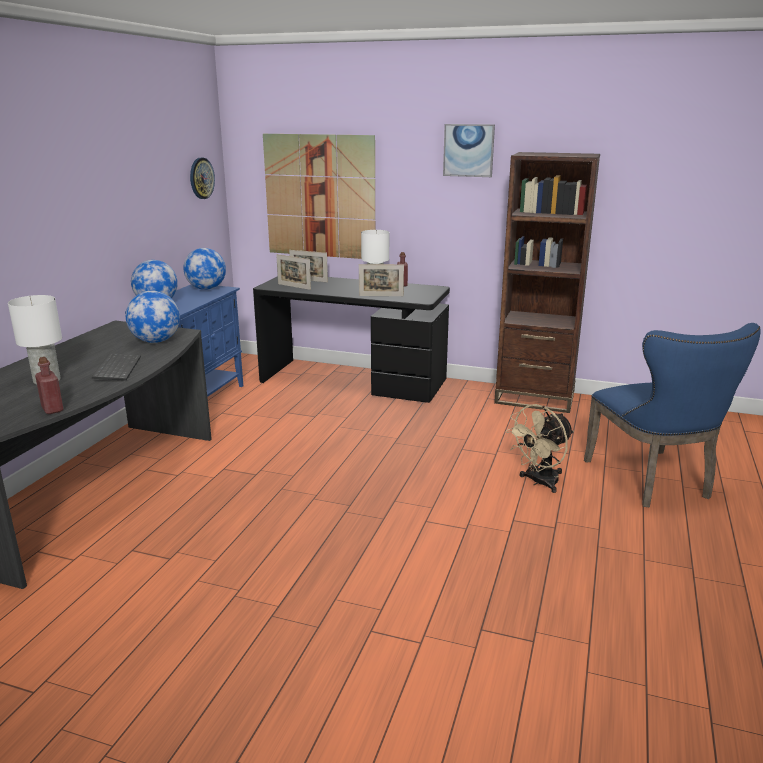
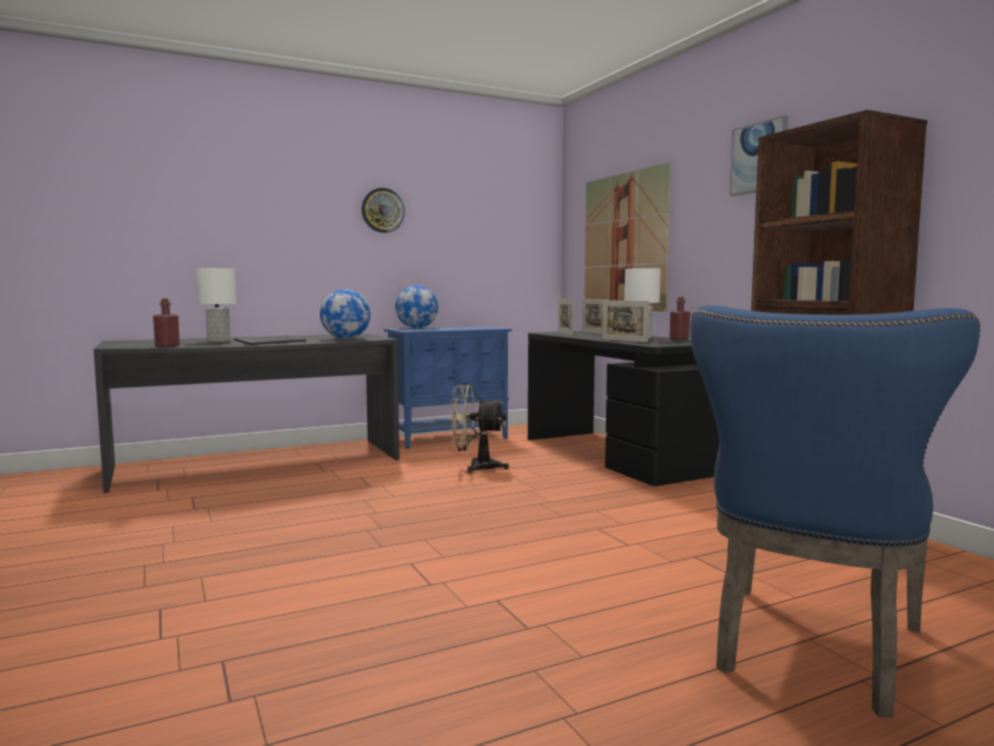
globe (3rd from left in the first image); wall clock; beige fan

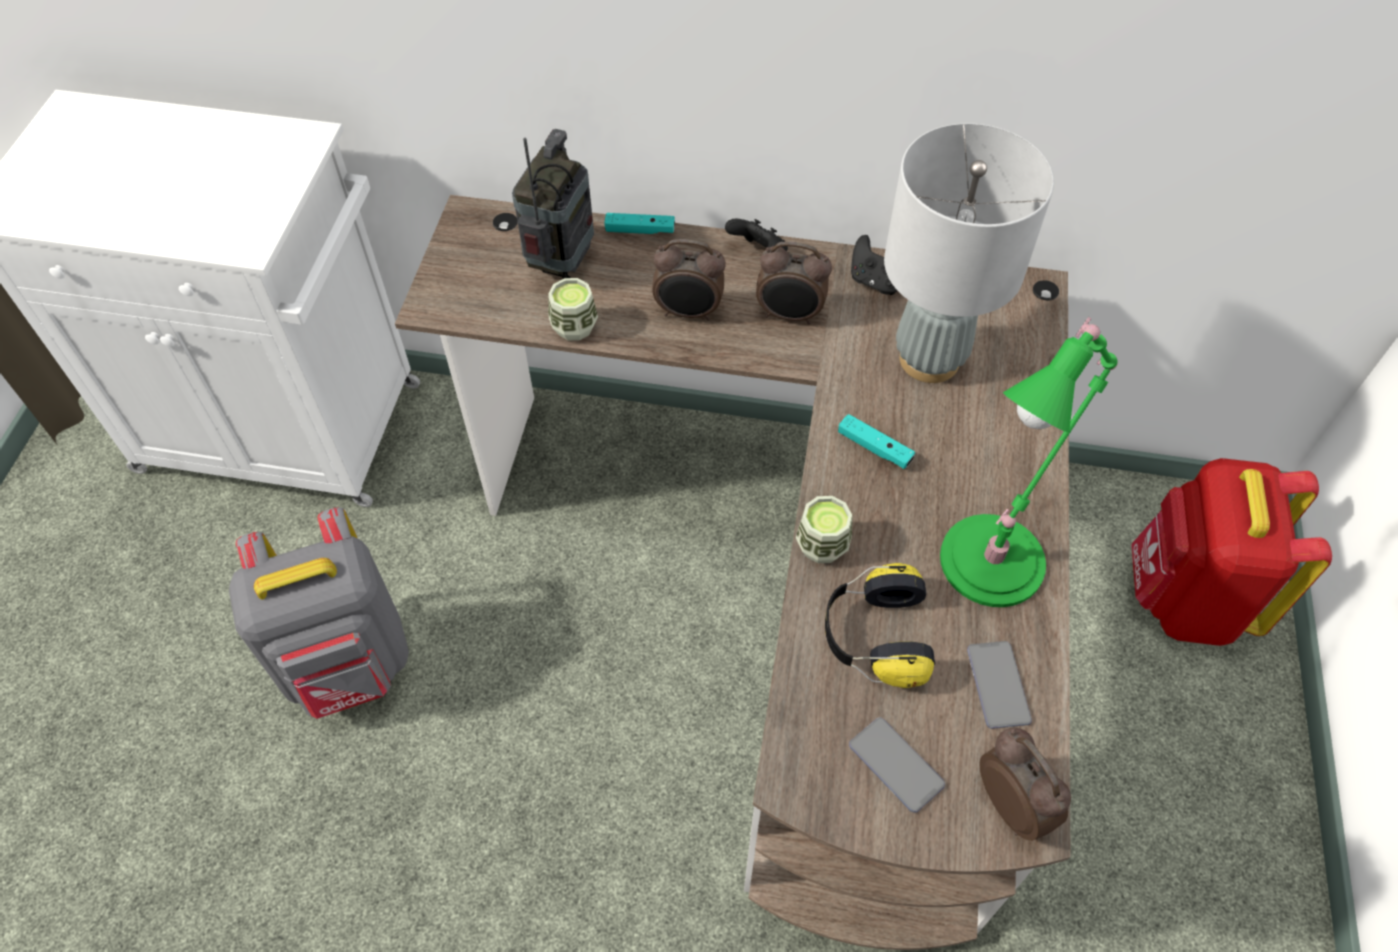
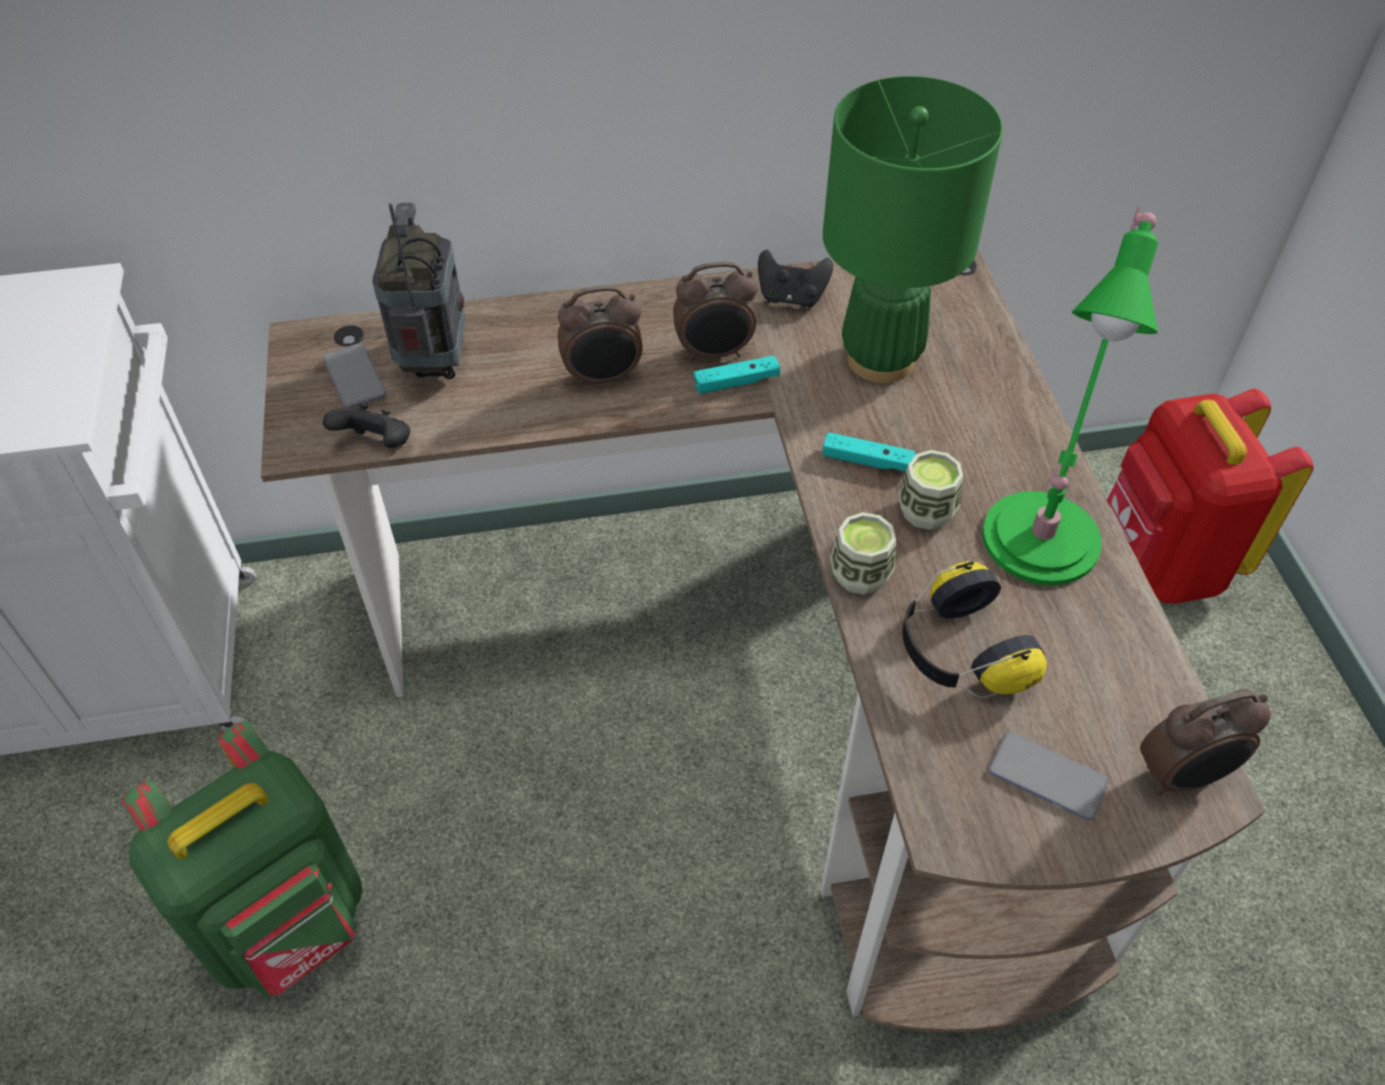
cup (2nd from left); turquoise game controller (1st from left); black game controller (1st from left); phone (1st from left); green backpack; green table lamp (1st from left); alarm clock (3rd from left)

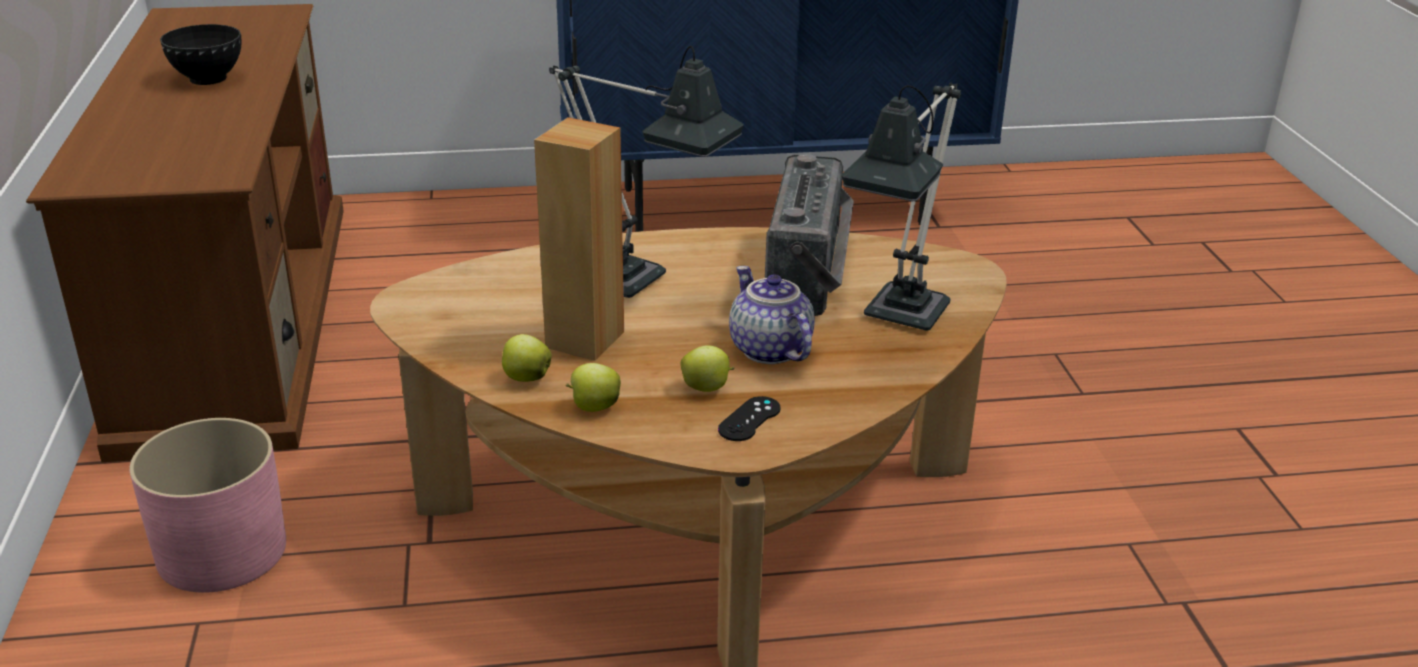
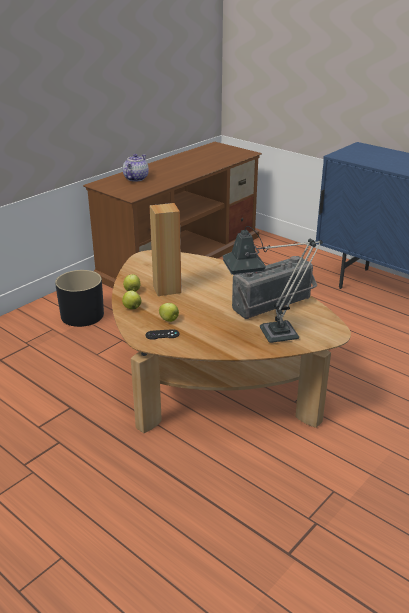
black bowl; table lamp (1st from left in the first image); teapot; black planter

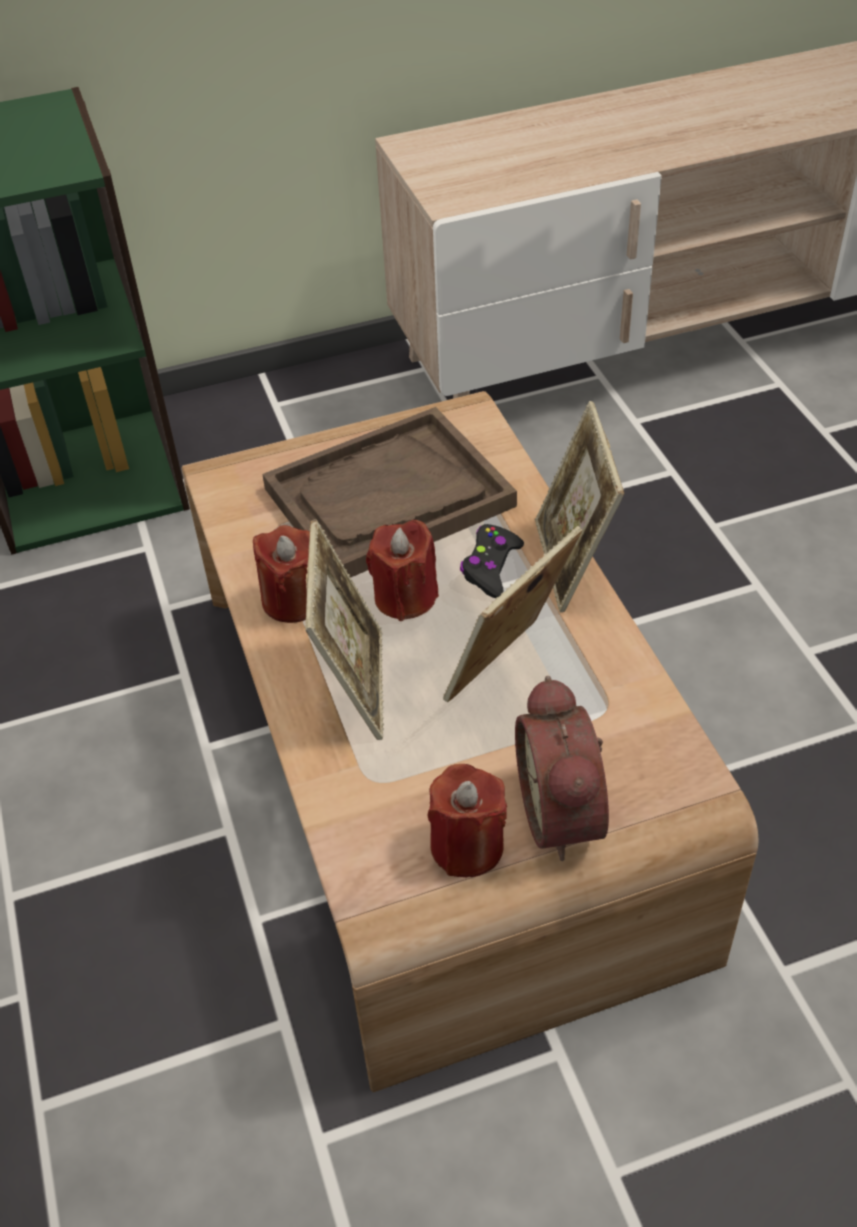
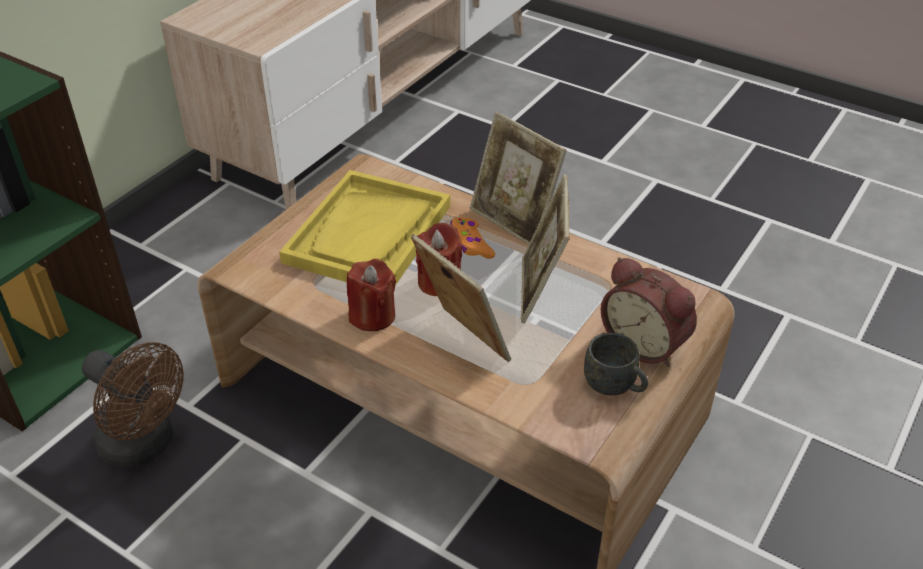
brown fan; grey mug; yellow tray; orange game controller

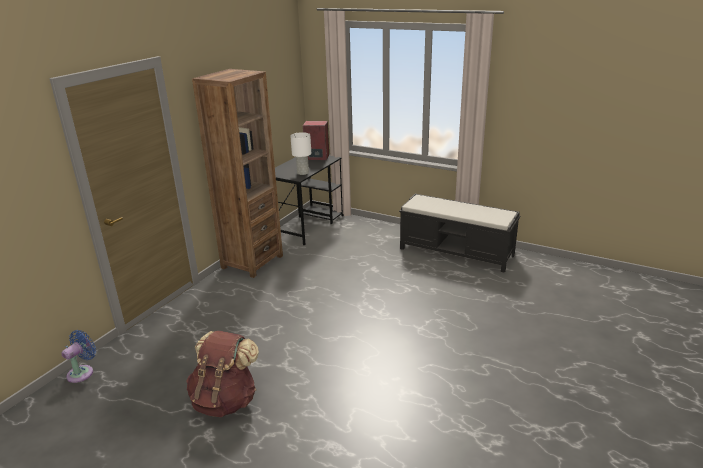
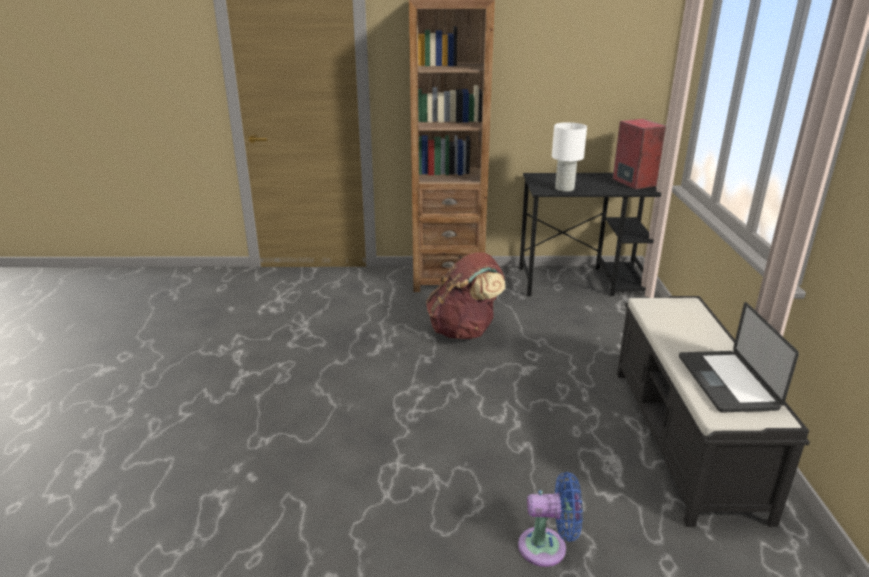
laptop; blue fan; brown backpack

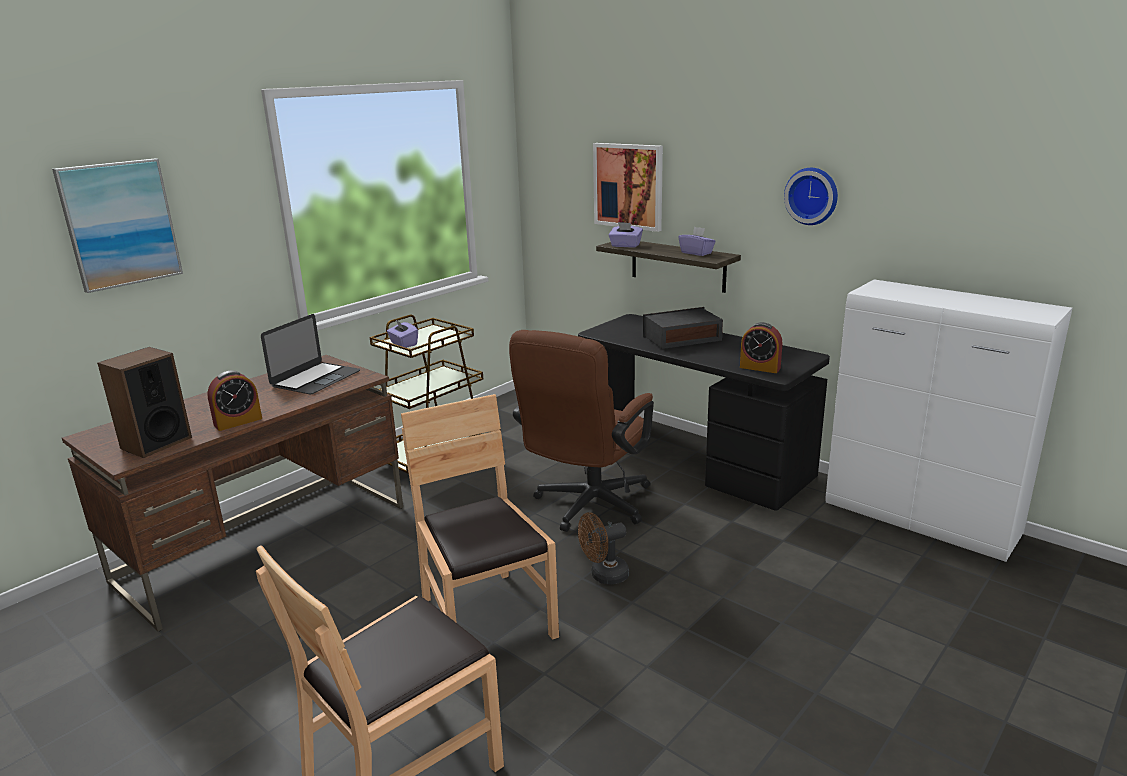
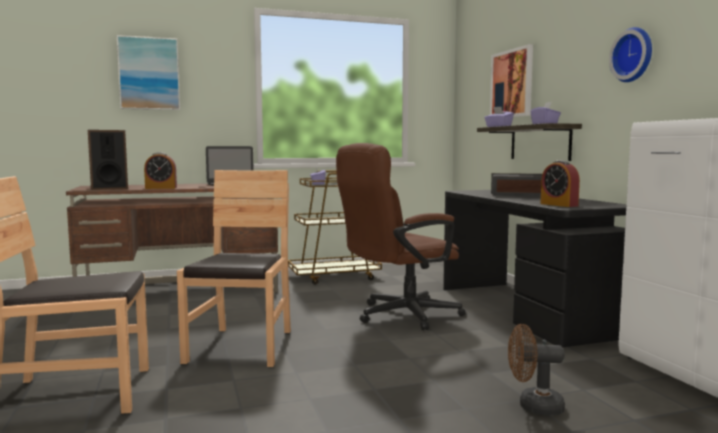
brown fan

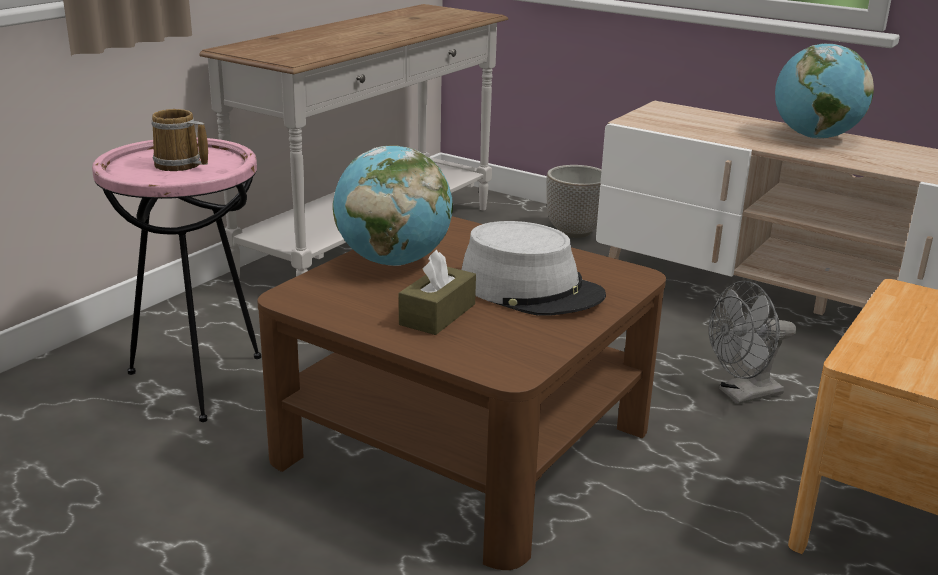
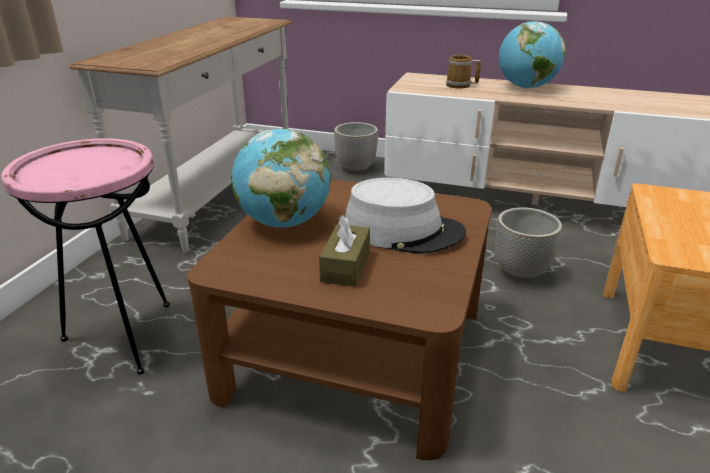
mug; planter (2nd from left)

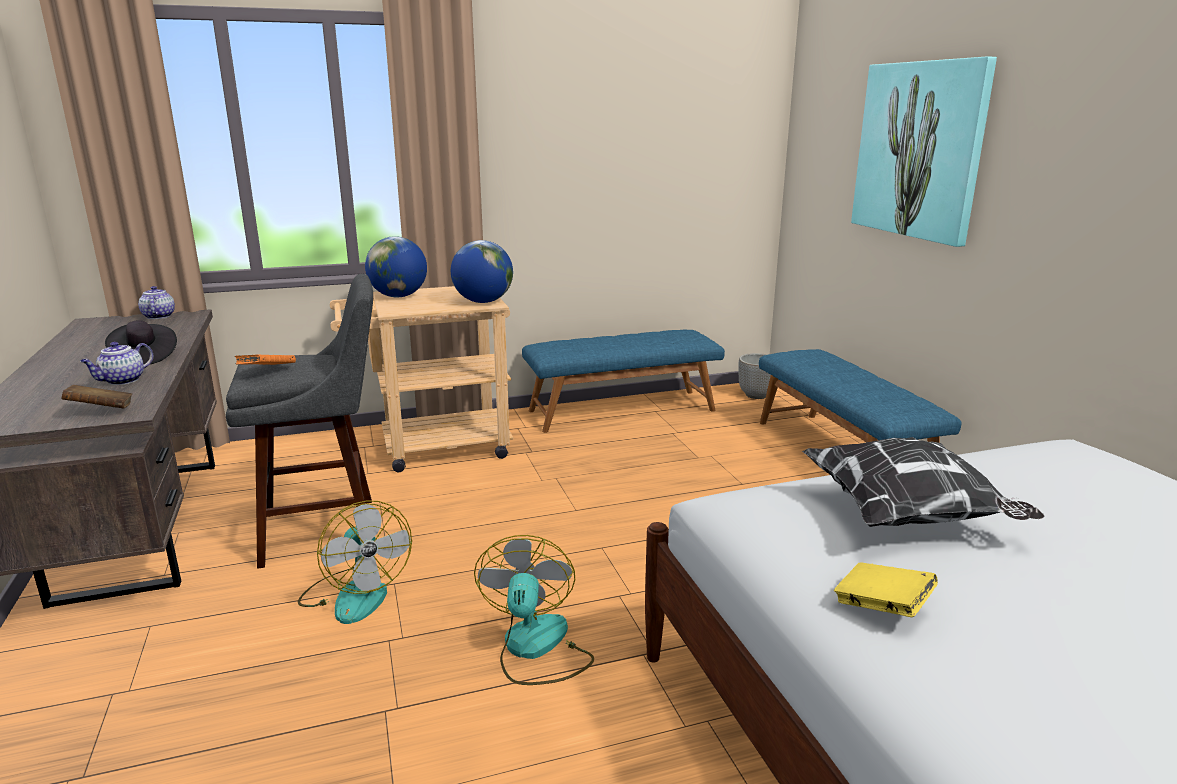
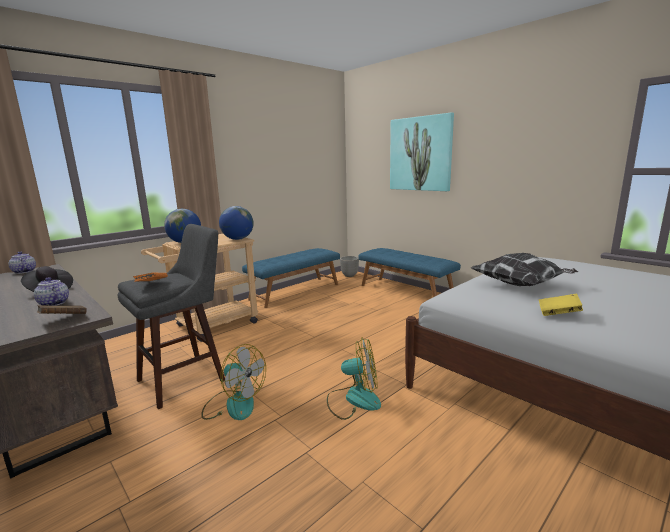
teapot (2nd from left); fan (2nd from left)

